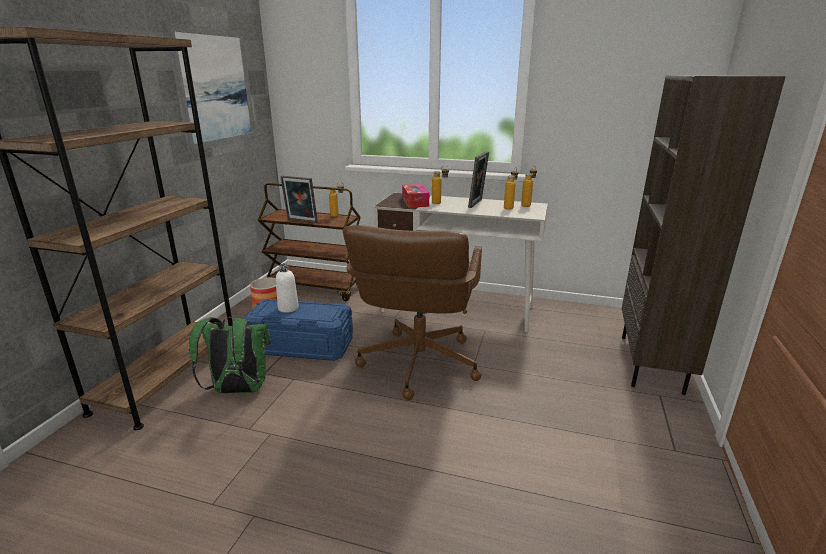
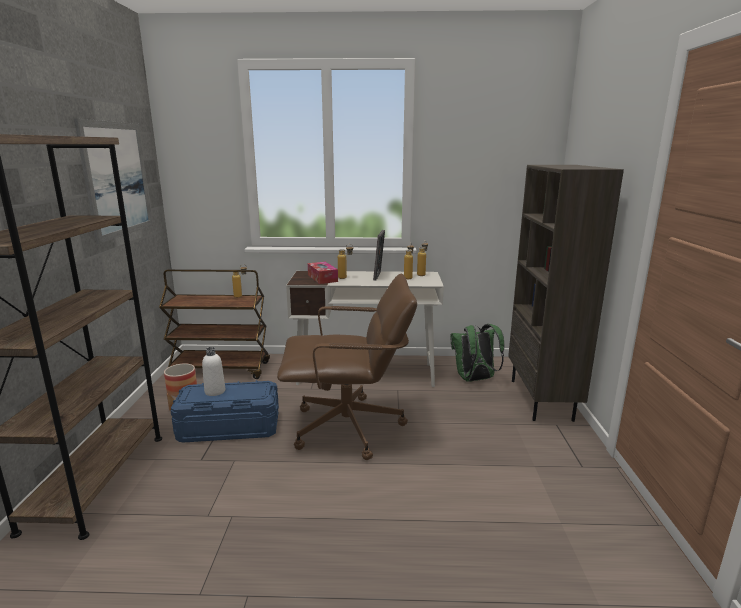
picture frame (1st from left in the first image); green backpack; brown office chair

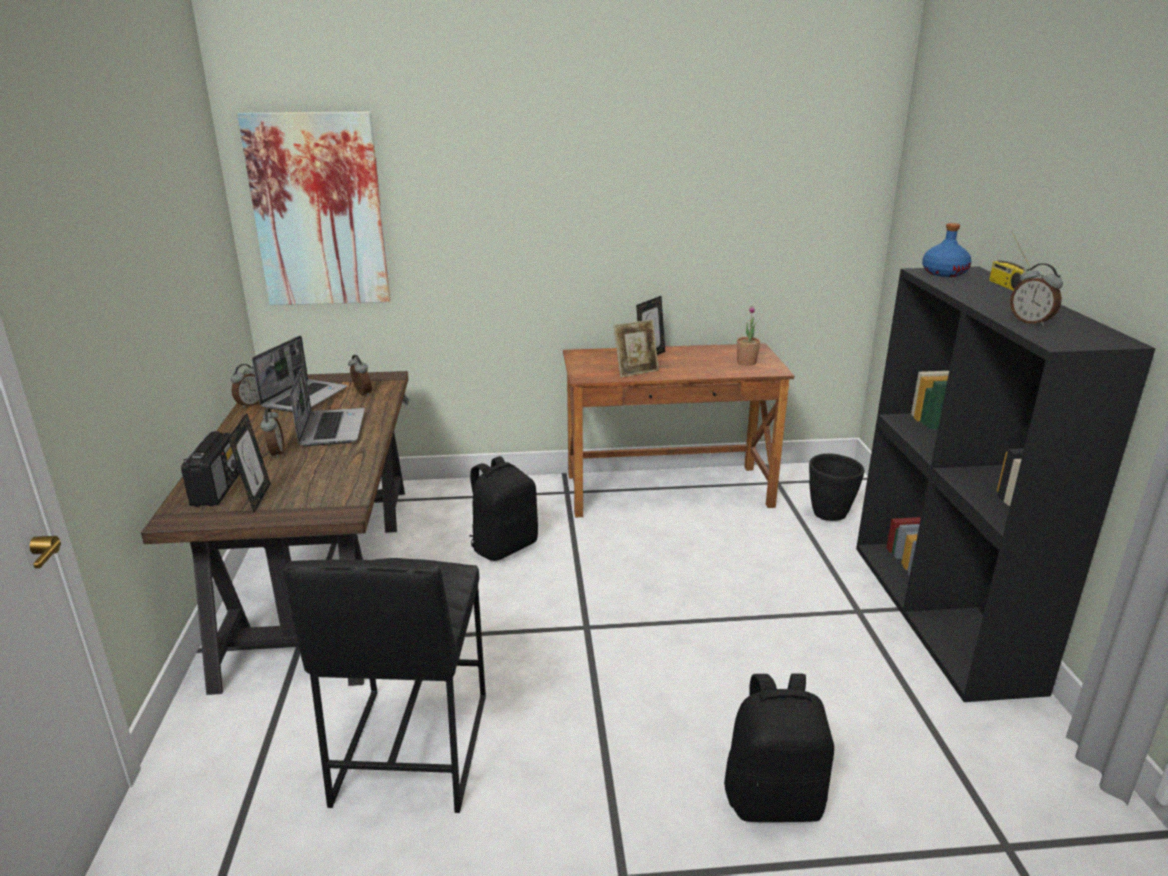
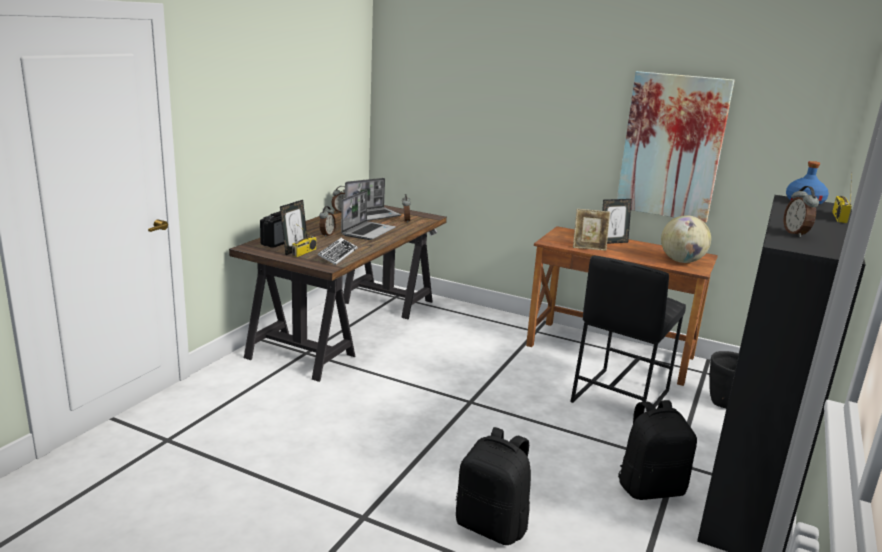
radio (2nd from left); keyboard; picture; black stool; black backpack (2nd from left); globe

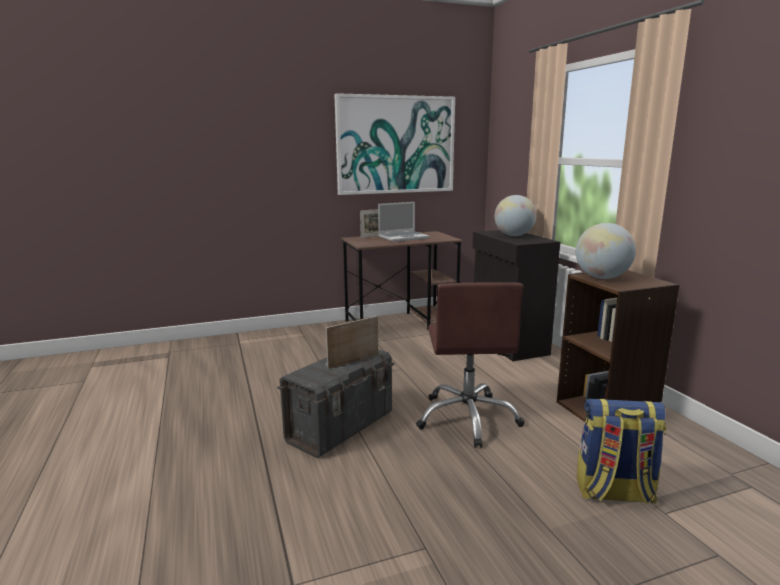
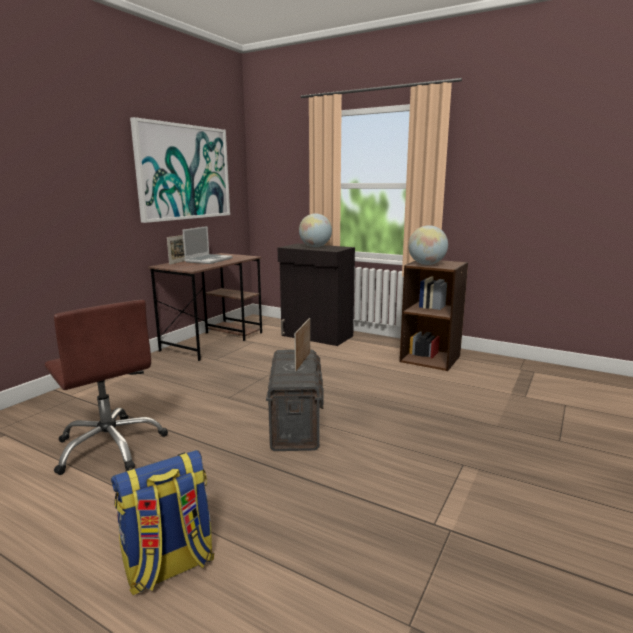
brown office chair; backpack

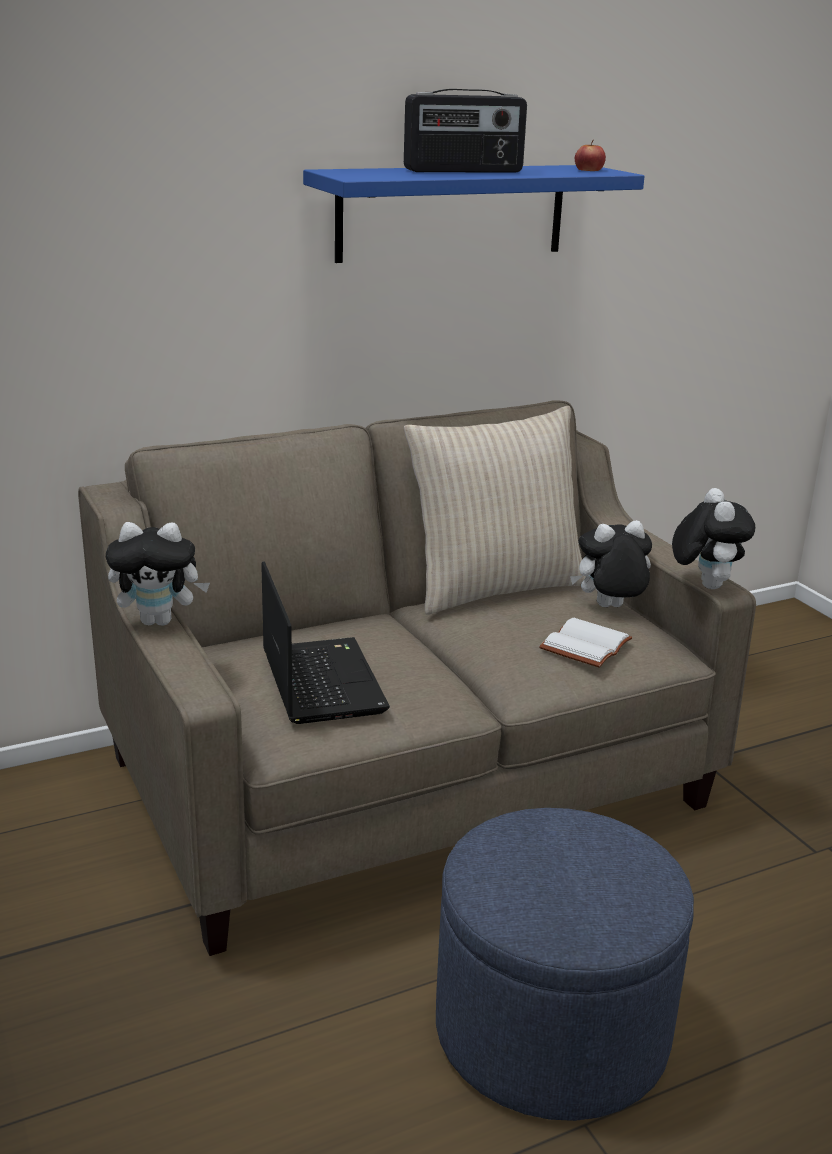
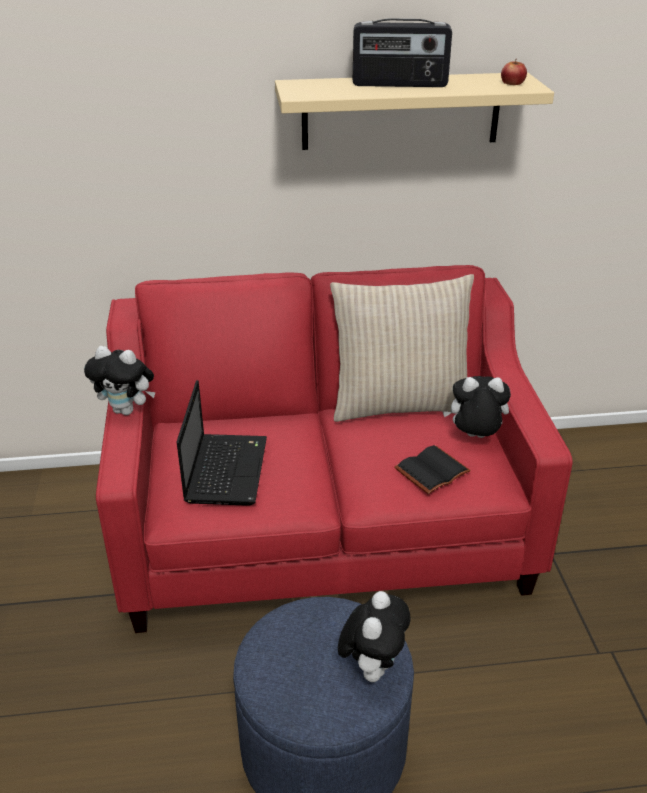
plush toy (2nd from left); red sofa; beige shelf; black book

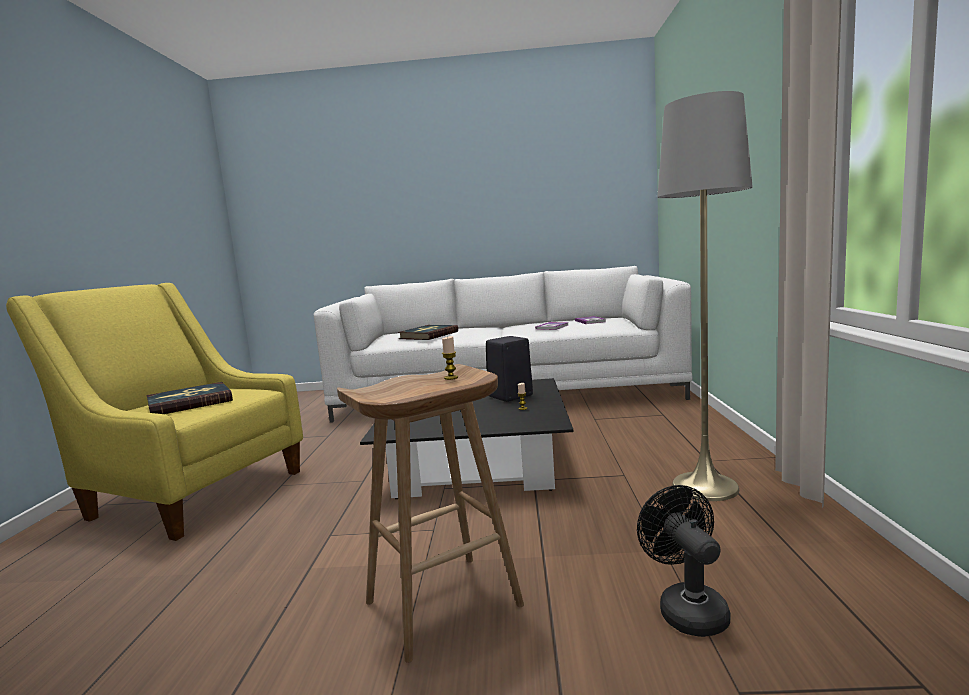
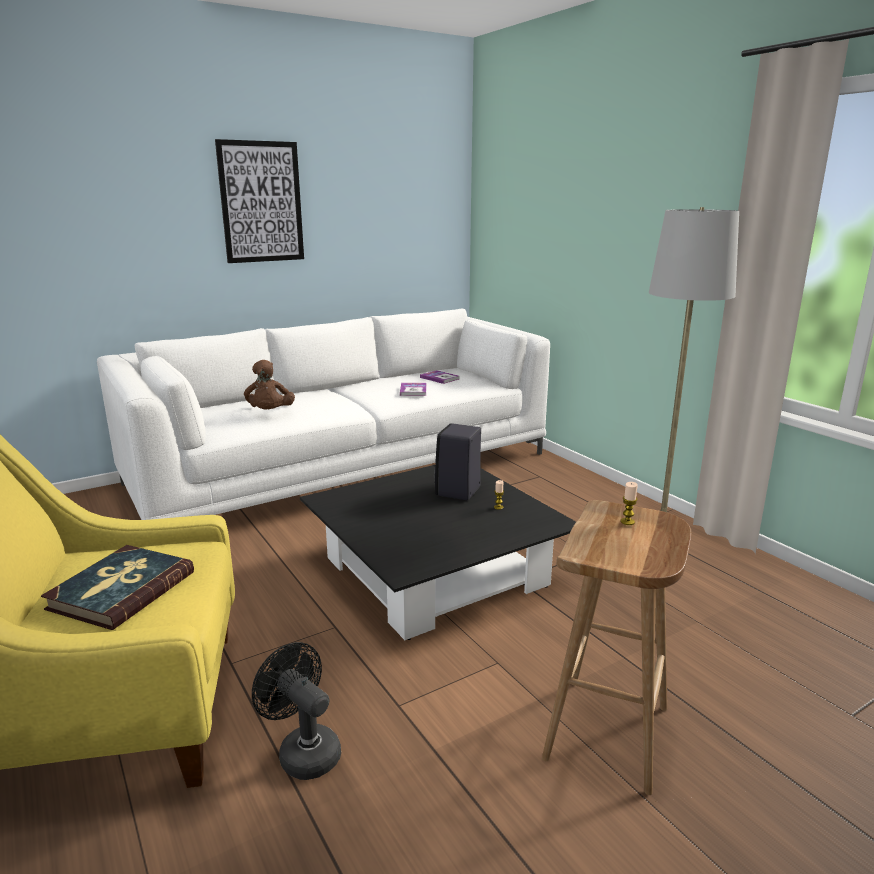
picture; black fan; brown plush toy

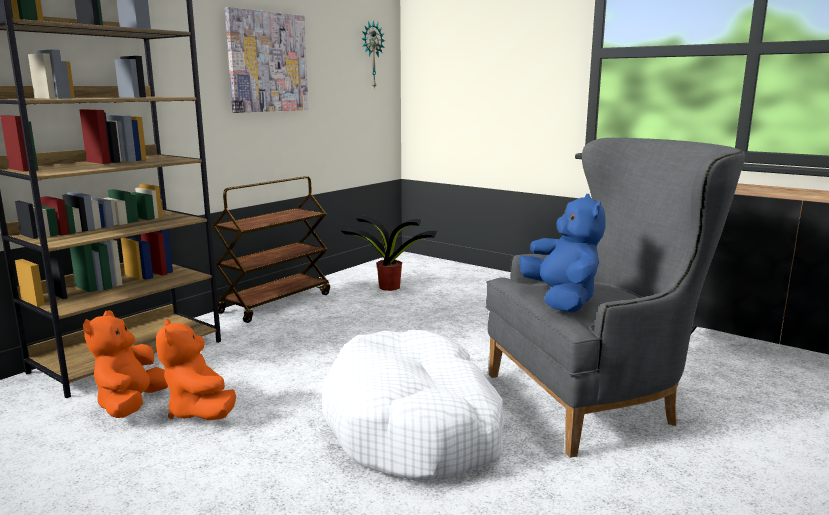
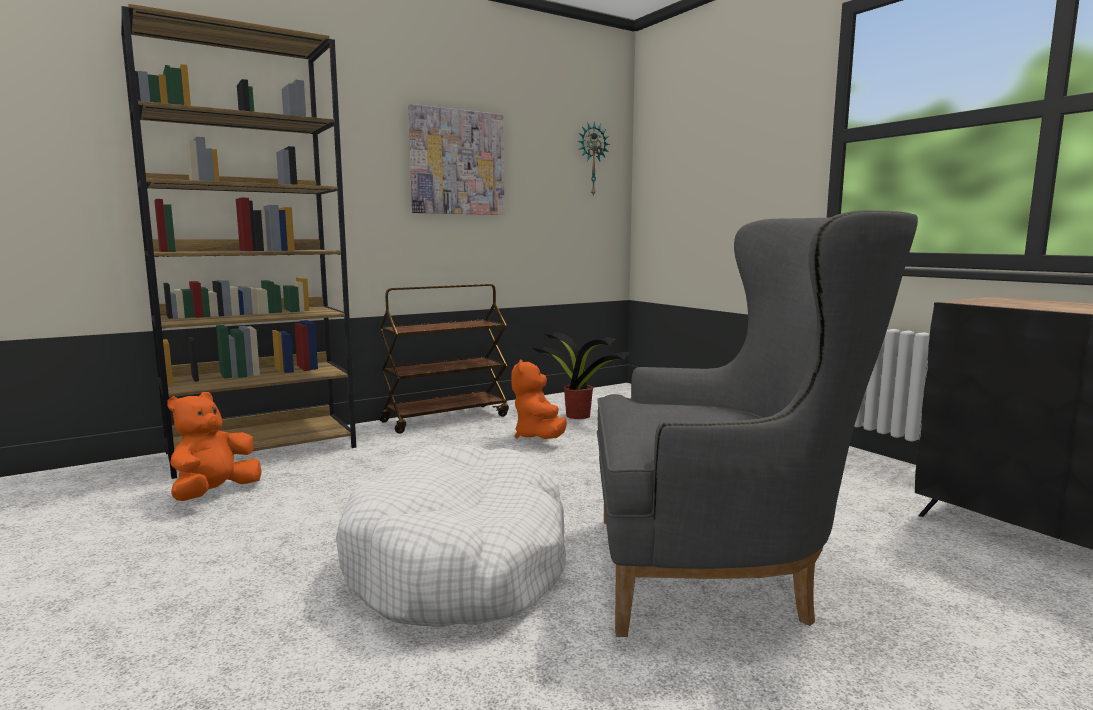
blue plush toy; orange plush toy (2nd from left)

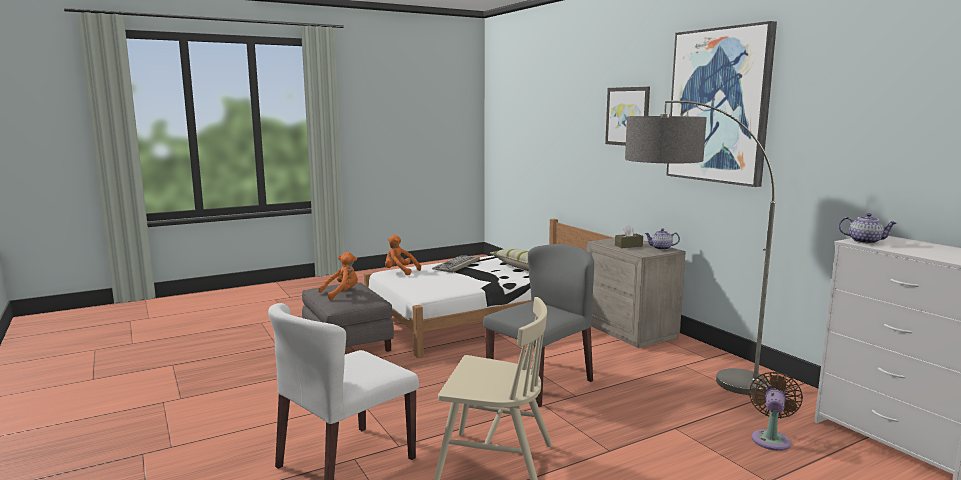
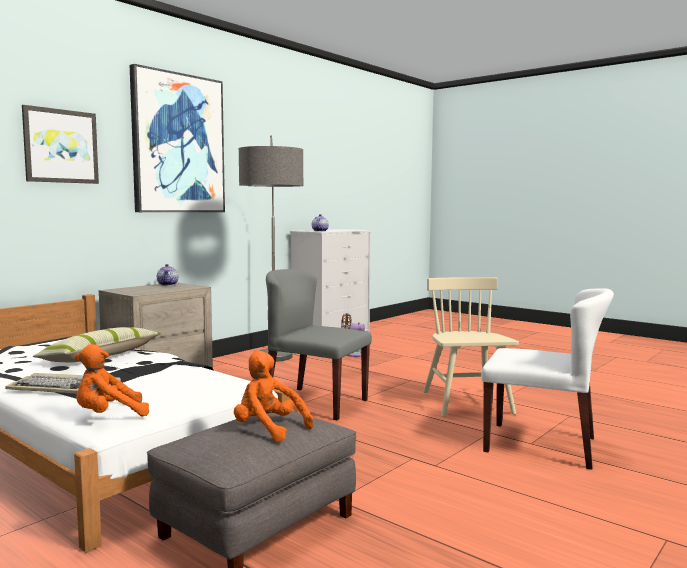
brown tissue box; orange plush toy (1st from left)

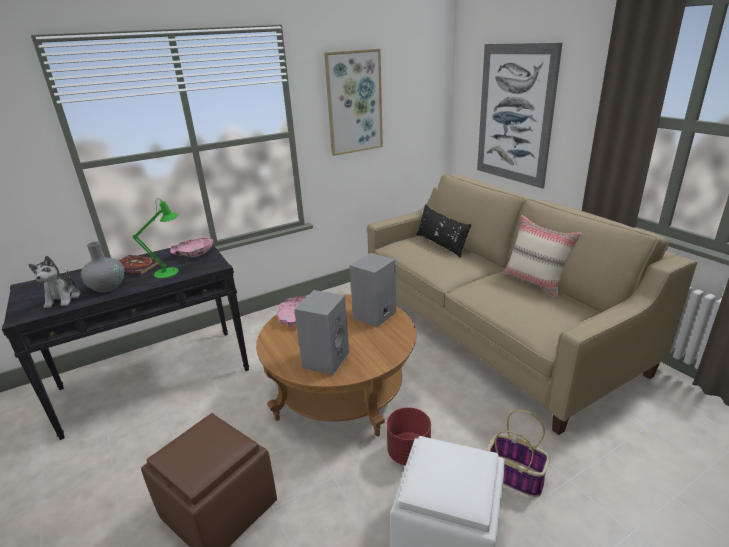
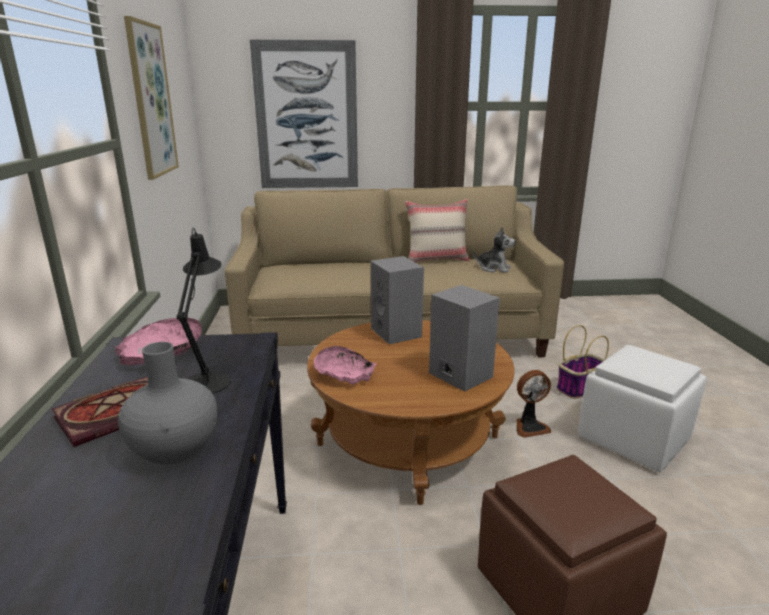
black pillow; plush toy; fan; black table lamp

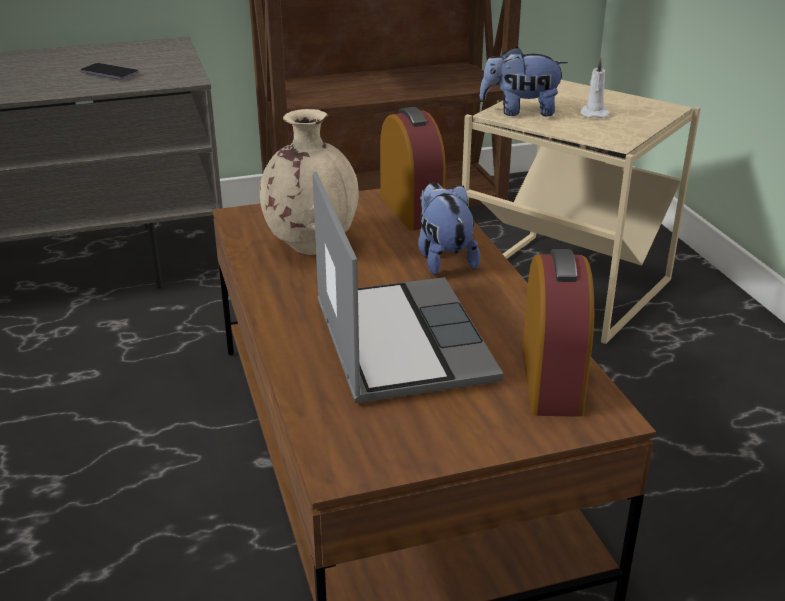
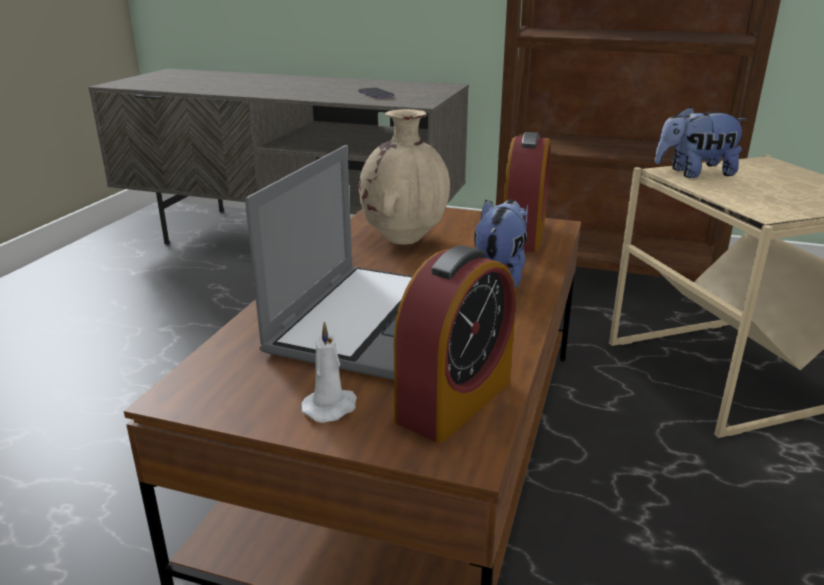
white candle; plush toy (2nd from left)

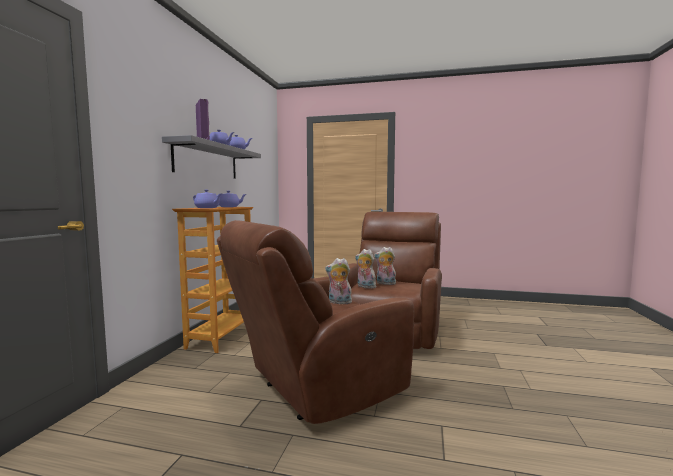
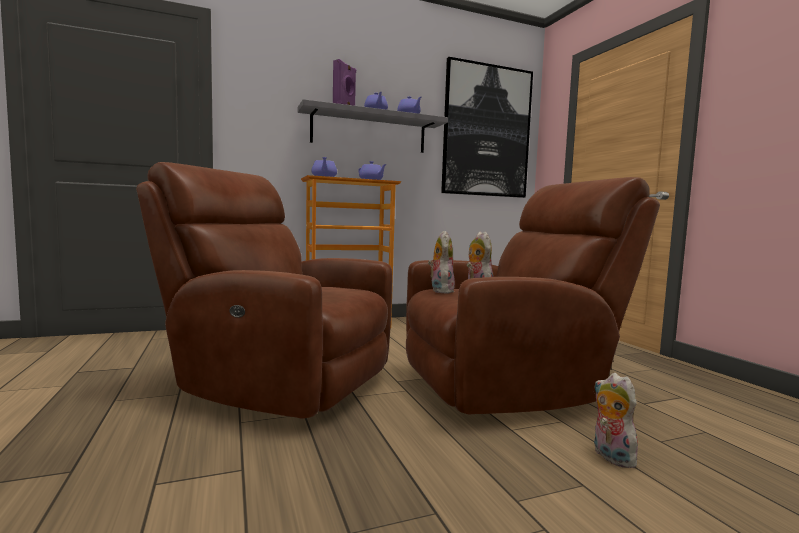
picture; plush toy (3rd from left)

